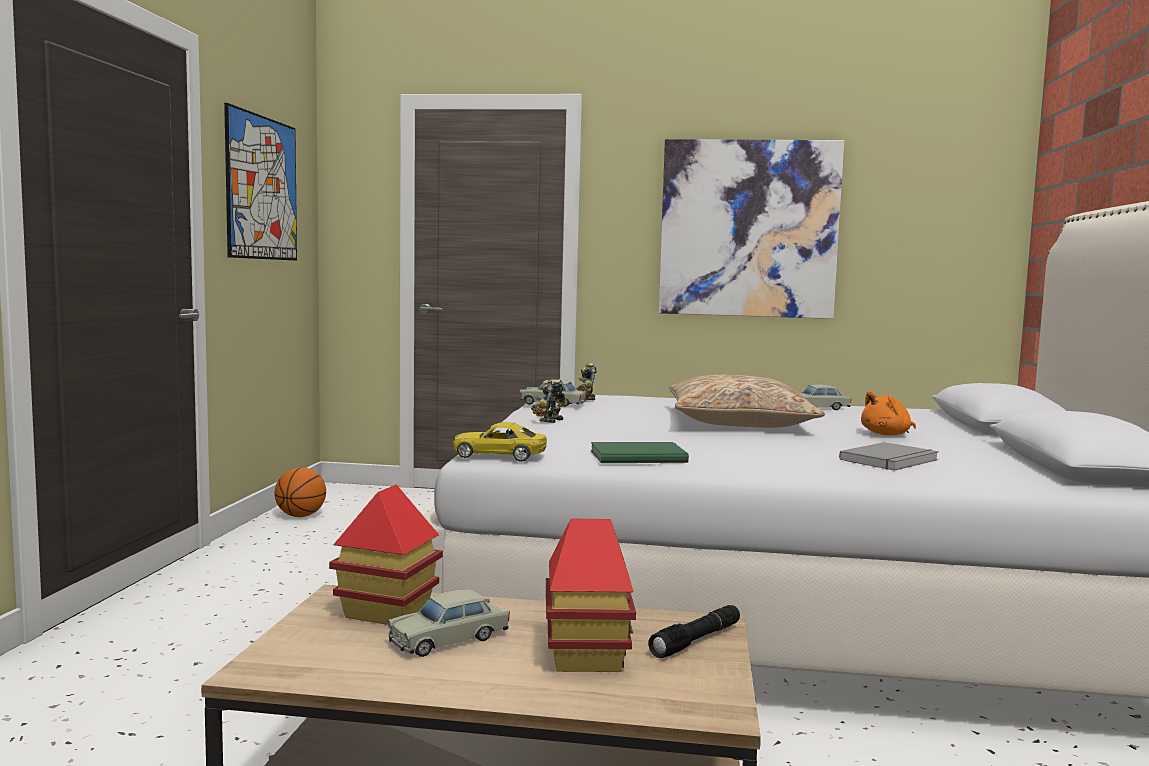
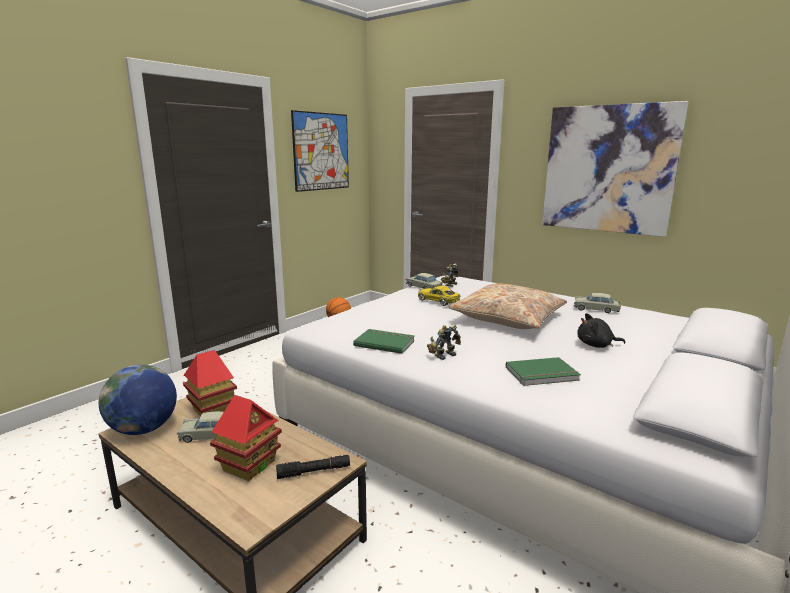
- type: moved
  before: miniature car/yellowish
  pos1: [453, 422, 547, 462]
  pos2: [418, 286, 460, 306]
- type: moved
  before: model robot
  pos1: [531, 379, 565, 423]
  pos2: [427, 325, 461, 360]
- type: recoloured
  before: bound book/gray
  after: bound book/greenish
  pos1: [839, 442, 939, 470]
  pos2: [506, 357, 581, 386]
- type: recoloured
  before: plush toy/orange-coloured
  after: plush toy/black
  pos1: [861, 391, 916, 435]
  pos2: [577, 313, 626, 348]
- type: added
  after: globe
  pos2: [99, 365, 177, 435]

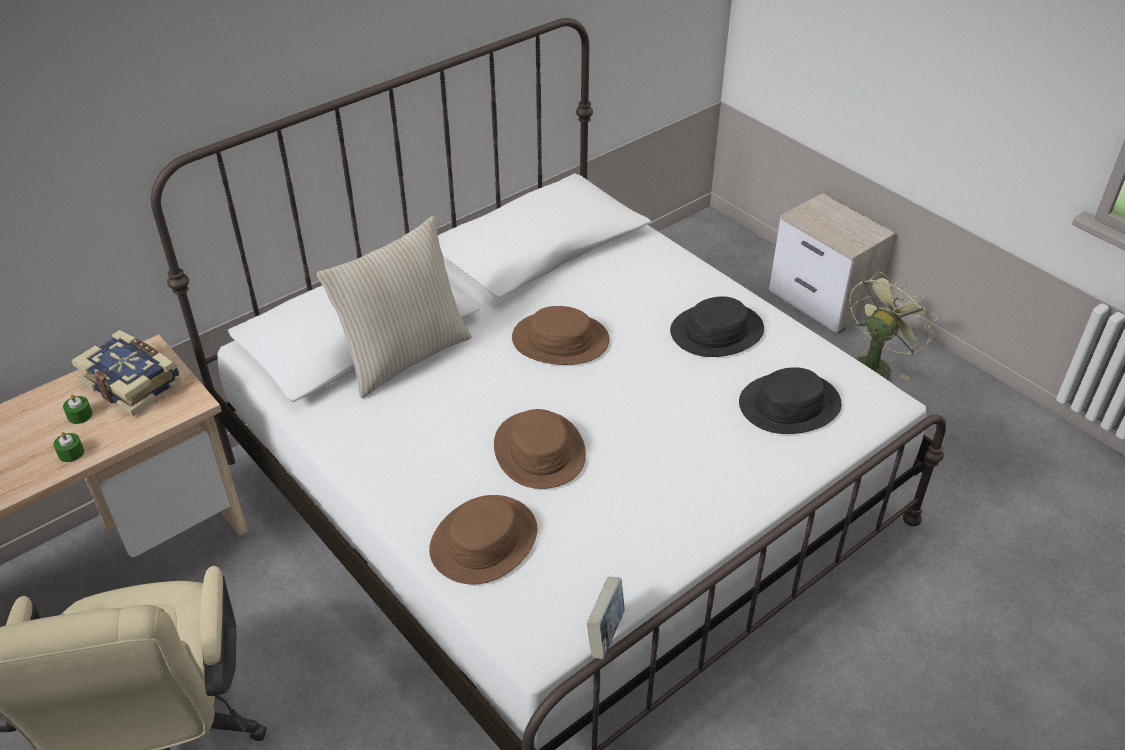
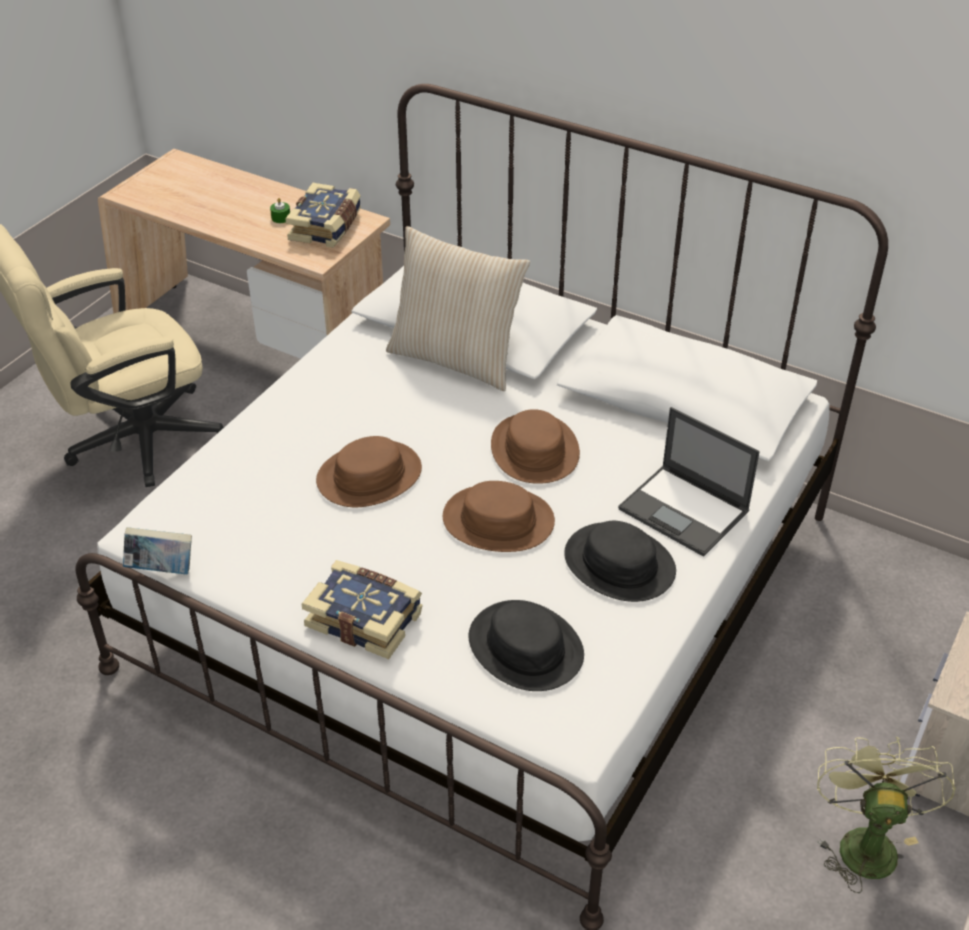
- type: removed
  before: wax light/greenish
  pos1: [53, 432, 84, 462]
- type: moved
  before: hat/brown
  pos1: [429, 495, 537, 584]
  pos2: [443, 481, 555, 552]
- type: turned
  before: fan/greenish
  pos1: [846, 271, 938, 381]
  pos2: [817, 736, 956, 893]
  turn: -105
- type: added
  after: bound book
  pos2: [302, 560, 423, 659]
- type: added
  after: portable computer
  pos2: [618, 407, 760, 557]

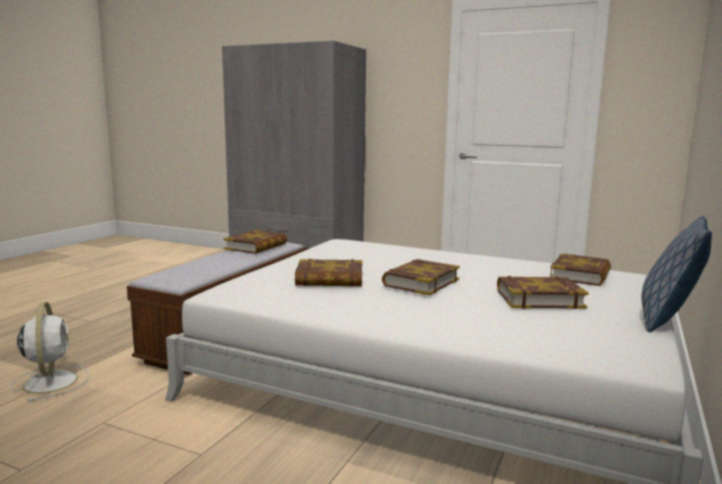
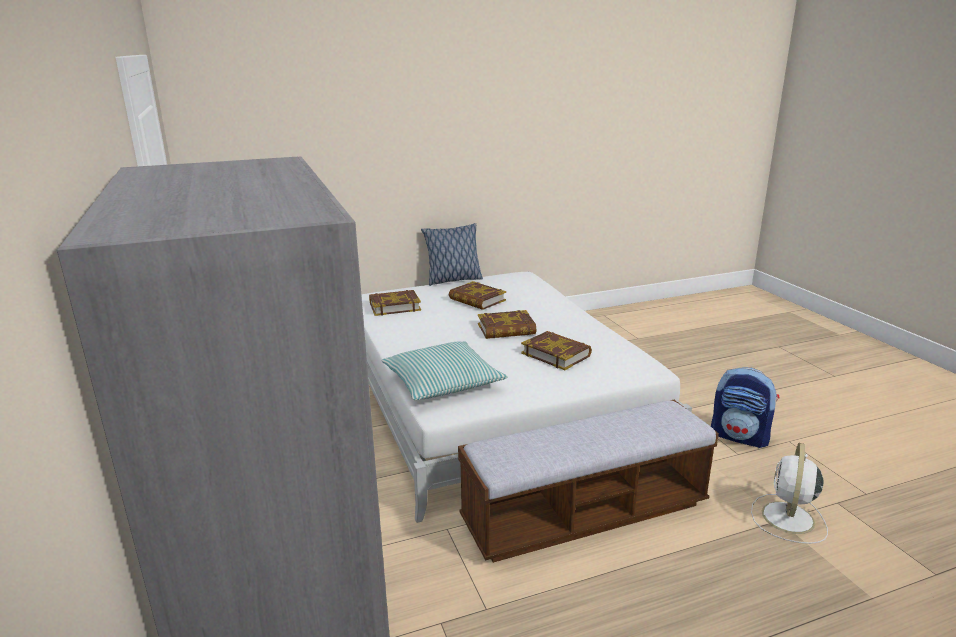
- type: removed
  before: bound book
  pos1: [224, 230, 287, 254]
- type: added
  after: pillow
  pos2: [381, 341, 508, 400]
- type: added
  after: knapsack
  pos2: [711, 368, 779, 448]

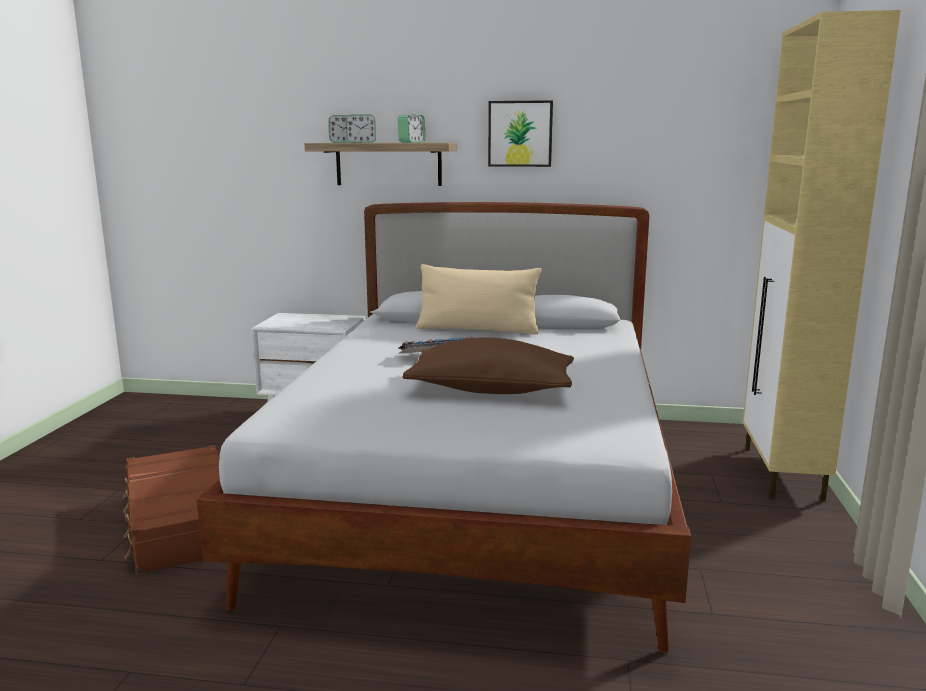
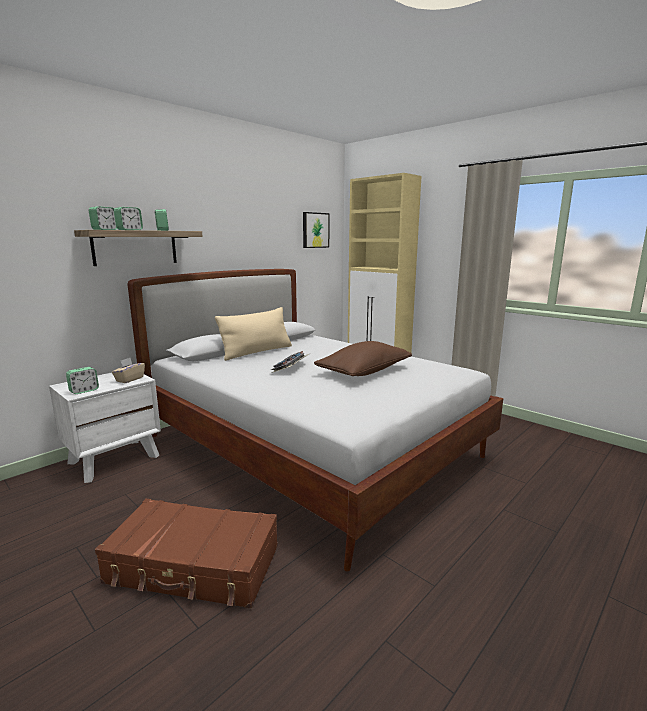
- type: moved
  before: wall art
  pos1: [488, 100, 553, 167]
  pos2: [303, 212, 329, 248]
- type: added
  after: bedside clock
  pos2: [66, 367, 99, 394]
- type: added
  after: tissue holder/beige-coloured
  pos2: [112, 358, 145, 383]

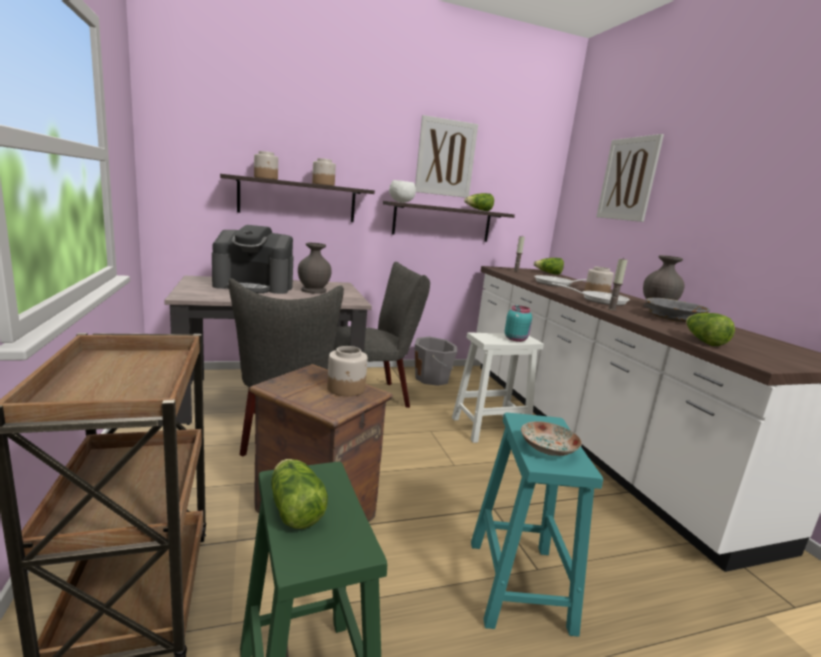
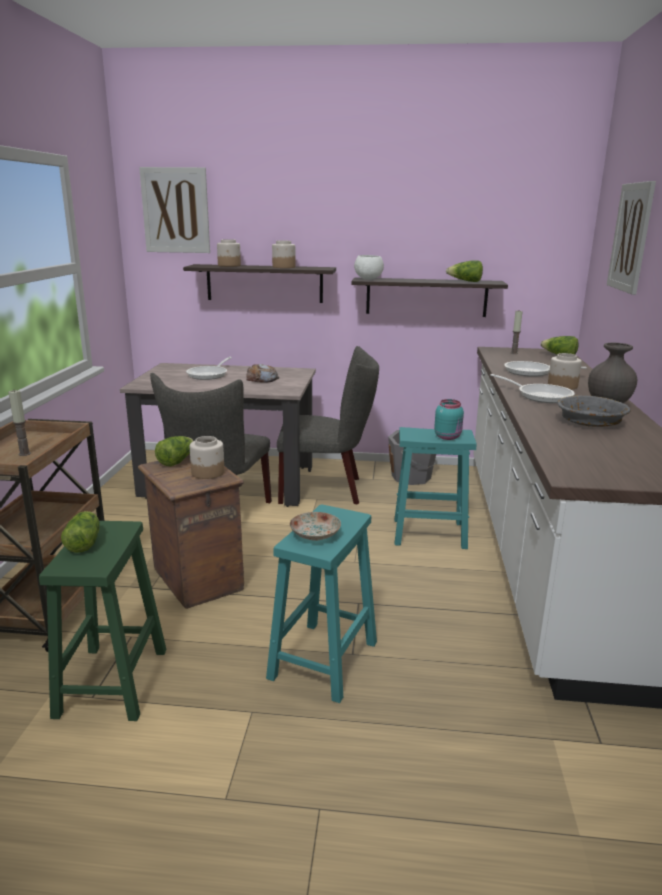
- type: replaced
  before: coffee machine
  after: skillet
  pos1: [212, 225, 293, 294]
  pos2: [186, 357, 232, 380]
- type: replaced
  before: vase/gray
  after: bread
  pos1: [298, 243, 332, 294]
  pos2: [246, 364, 279, 383]
- type: moved
  before: wall art
  pos1: [415, 115, 478, 198]
  pos2: [139, 167, 210, 253]
- type: recoloured
  before: sitting stool/white
  after: sitting stool/blue-green
  pos1: [452, 332, 544, 443]
  pos2: [394, 427, 477, 549]
- type: moved
  before: wax light
  pos1: [607, 258, 628, 311]
  pos2: [8, 389, 31, 456]
- type: moved
  before: lettuce
  pos1: [686, 313, 735, 346]
  pos2: [155, 436, 193, 466]

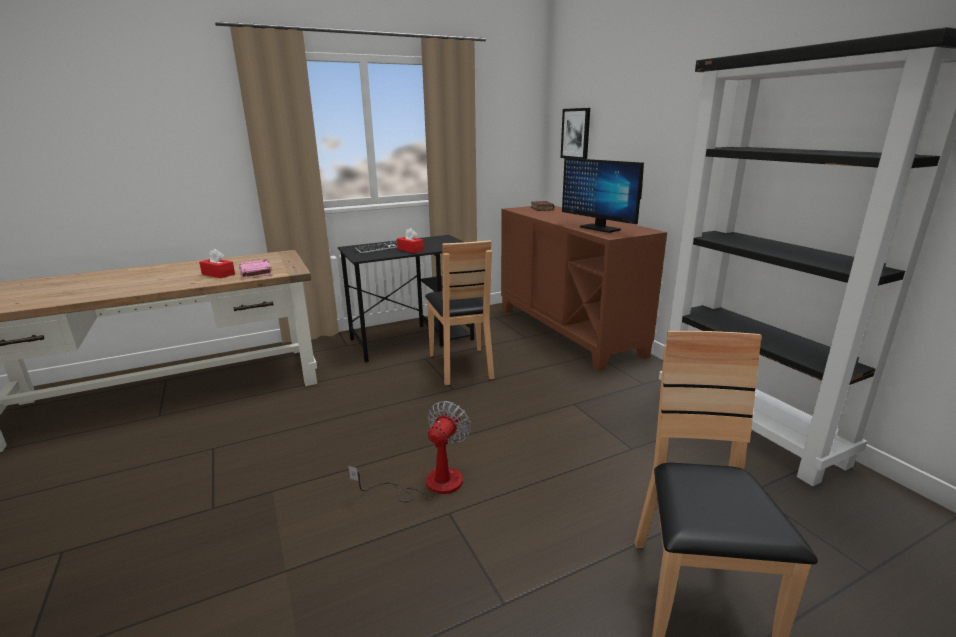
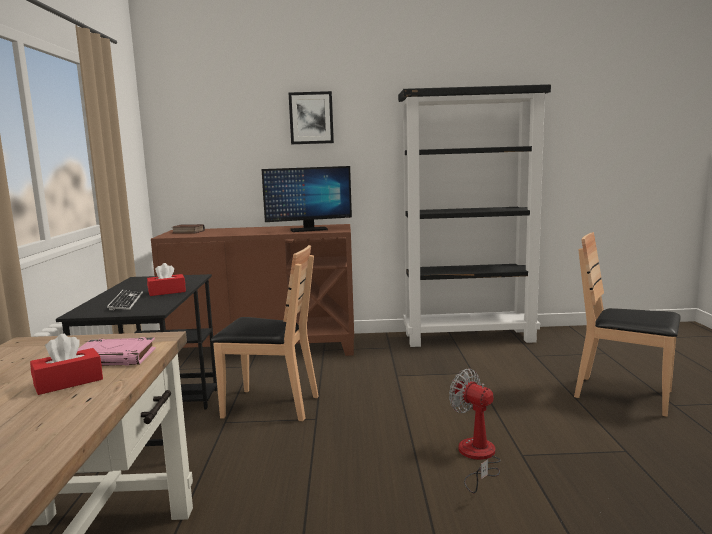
- type: moved
  before: wall art
  pos1: [561, 108, 590, 159]
  pos2: [289, 91, 334, 144]

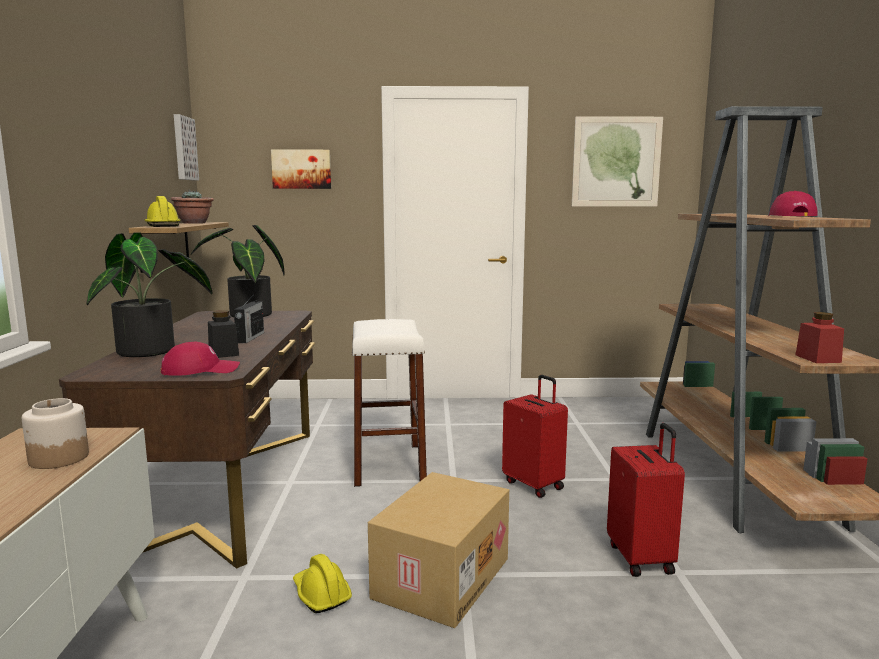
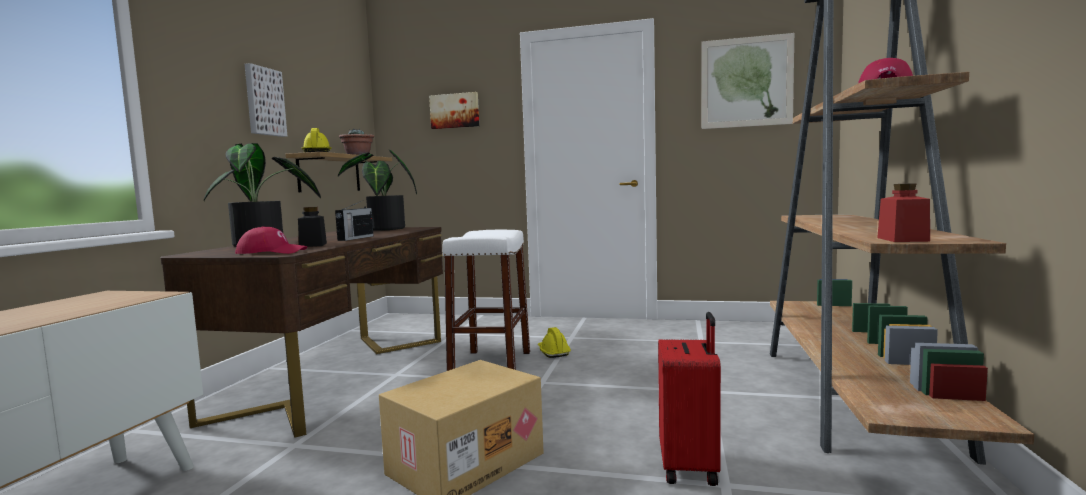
- type: removed
  before: preserve jar
  pos1: [22, 398, 89, 469]
- type: moved
  before: wall art
  pos1: [174, 114, 199, 181]
  pos2: [245, 63, 287, 137]
- type: moved
  before: work helmet/yellowish
  pos1: [293, 554, 352, 613]
  pos2: [538, 327, 571, 358]
- type: removed
  before: piece of luggage/red
  pos1: [502, 375, 568, 498]

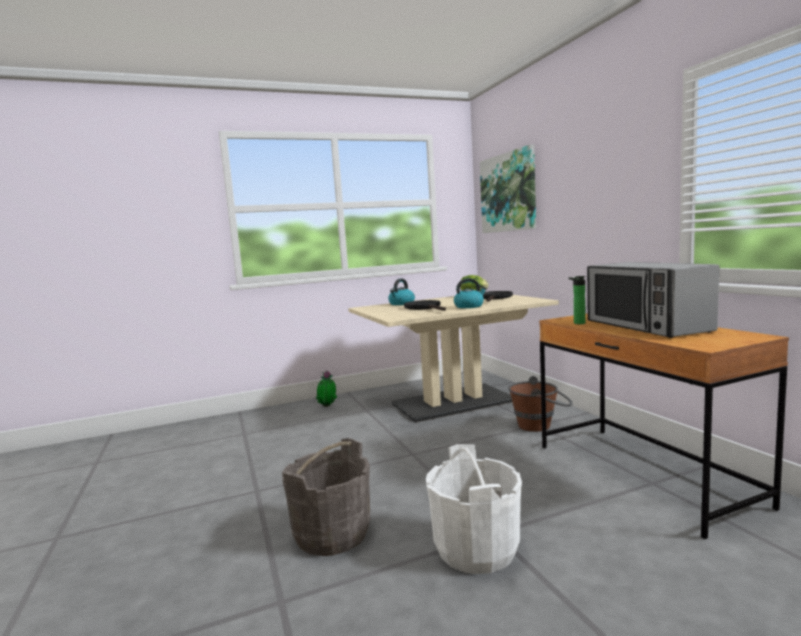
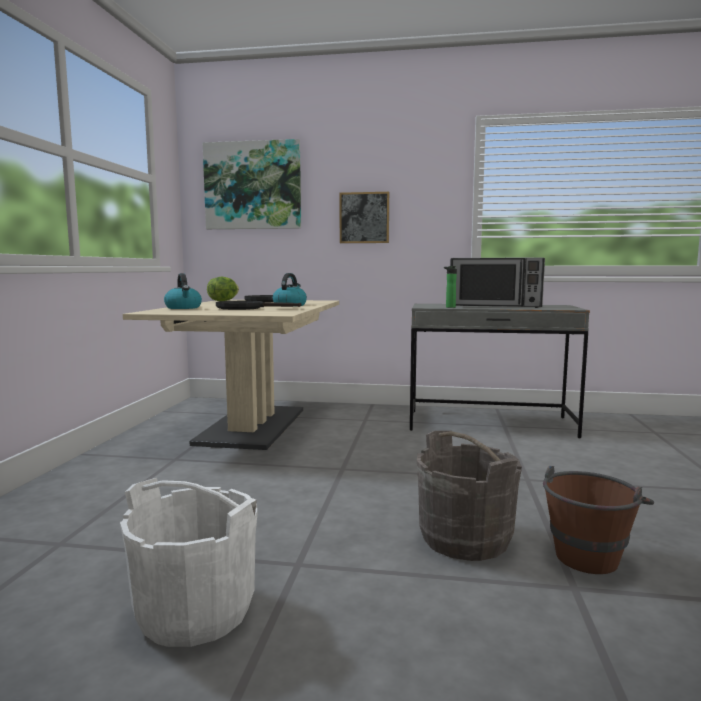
- type: removed
  before: houseplant
  pos1: [316, 371, 337, 407]
- type: moved
  before: bucket/white
  pos1: [426, 444, 522, 574]
  pos2: [120, 478, 258, 647]
- type: moved
  before: bucket/brown
  pos1: [508, 376, 573, 432]
  pos2: [543, 466, 654, 574]
- type: recoloured
  before: desk/brown
  after: desk/gray
  pos1: [539, 314, 789, 539]
  pos2: [410, 304, 590, 438]
- type: added
  after: wall art
  pos2: [340, 192, 389, 243]

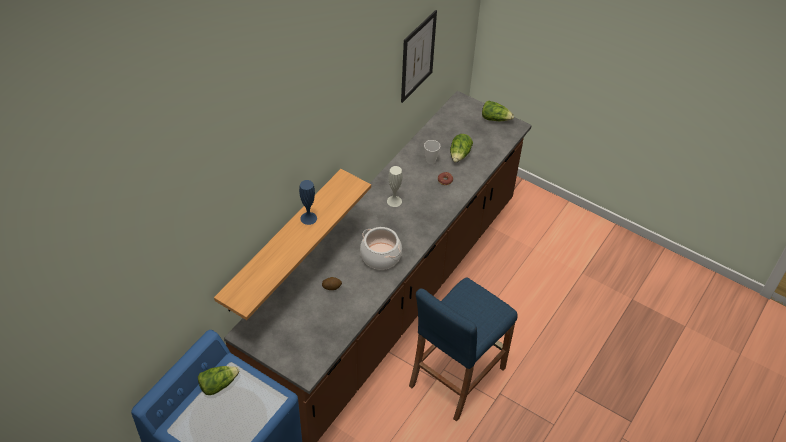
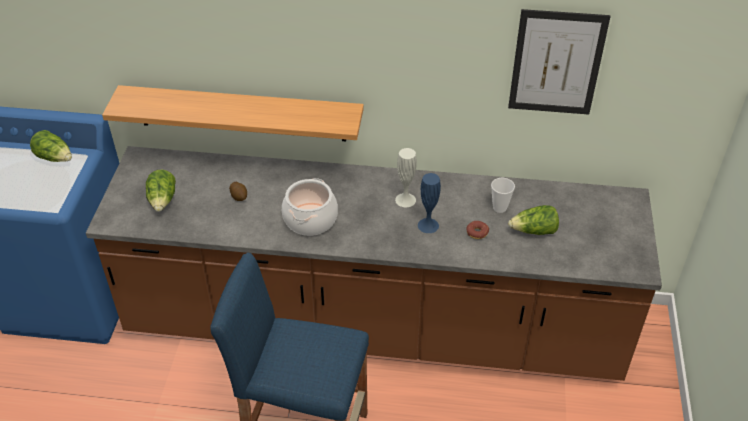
- type: moved
  before: vase/bluish
  pos1: [299, 180, 317, 225]
  pos2: [418, 173, 441, 233]
- type: moved
  before: lettuce
  pos1: [482, 100, 514, 121]
  pos2: [146, 170, 176, 212]

